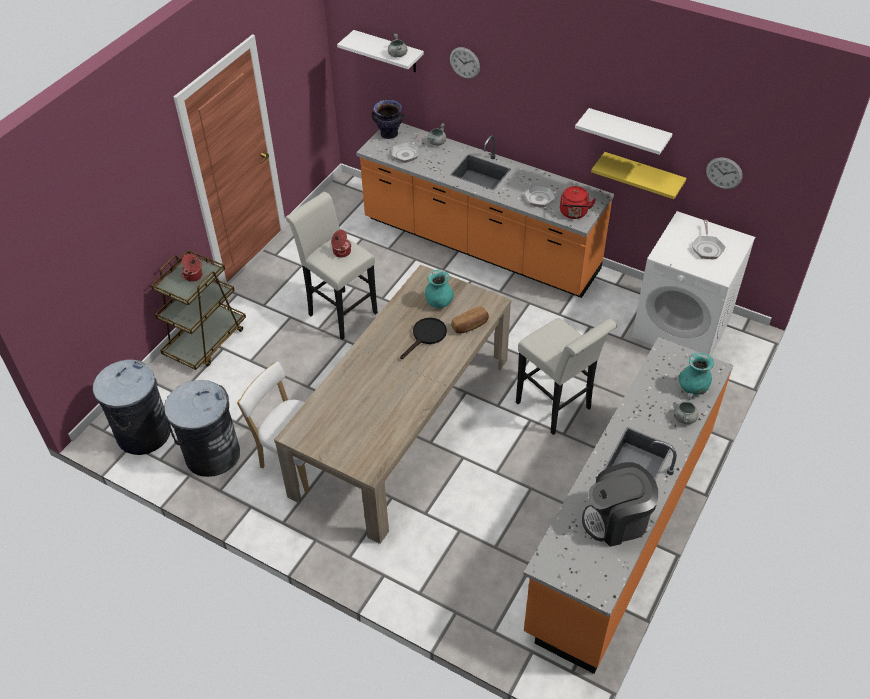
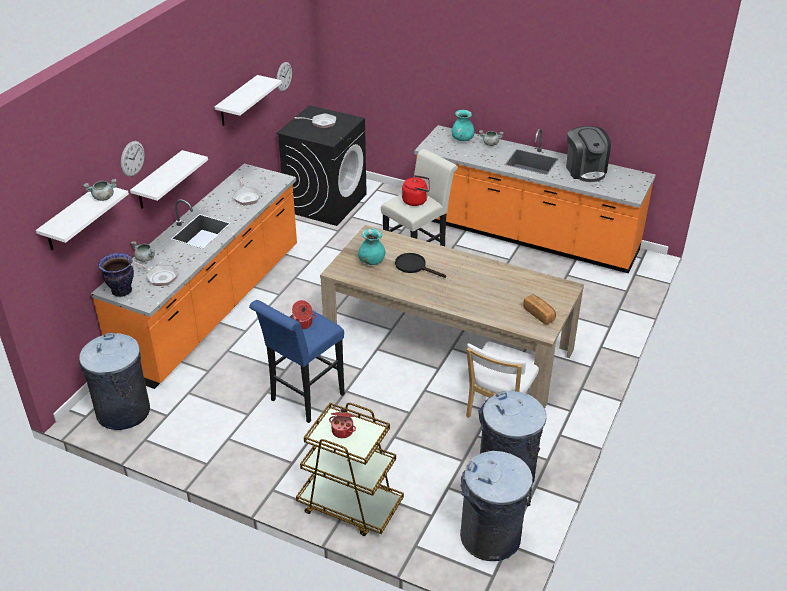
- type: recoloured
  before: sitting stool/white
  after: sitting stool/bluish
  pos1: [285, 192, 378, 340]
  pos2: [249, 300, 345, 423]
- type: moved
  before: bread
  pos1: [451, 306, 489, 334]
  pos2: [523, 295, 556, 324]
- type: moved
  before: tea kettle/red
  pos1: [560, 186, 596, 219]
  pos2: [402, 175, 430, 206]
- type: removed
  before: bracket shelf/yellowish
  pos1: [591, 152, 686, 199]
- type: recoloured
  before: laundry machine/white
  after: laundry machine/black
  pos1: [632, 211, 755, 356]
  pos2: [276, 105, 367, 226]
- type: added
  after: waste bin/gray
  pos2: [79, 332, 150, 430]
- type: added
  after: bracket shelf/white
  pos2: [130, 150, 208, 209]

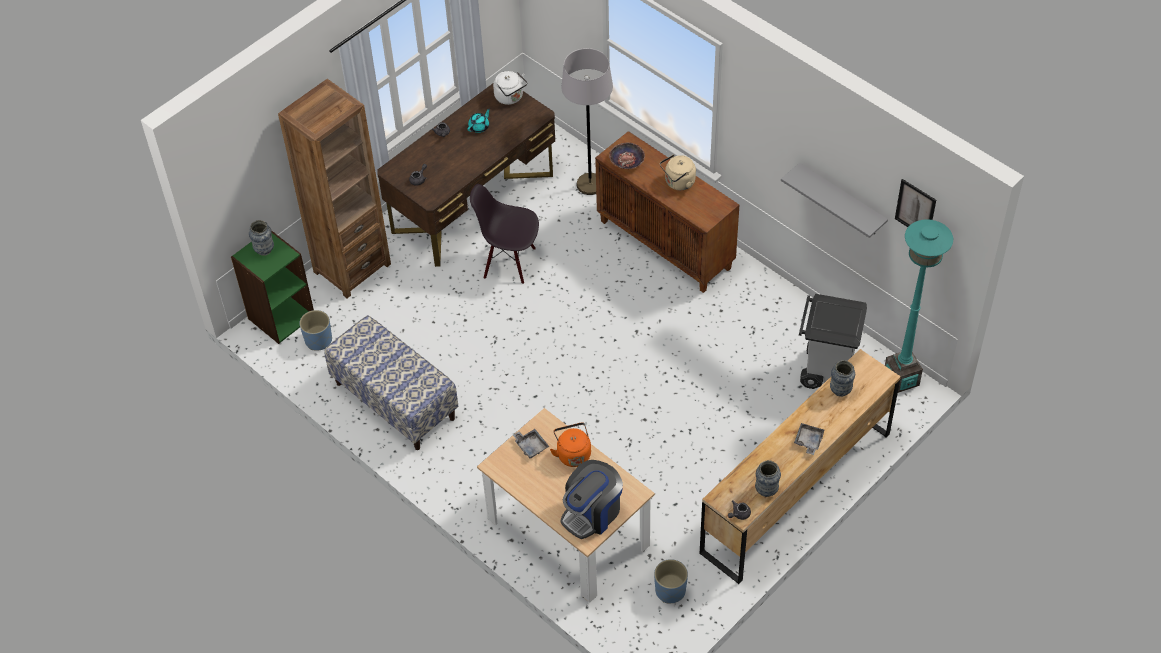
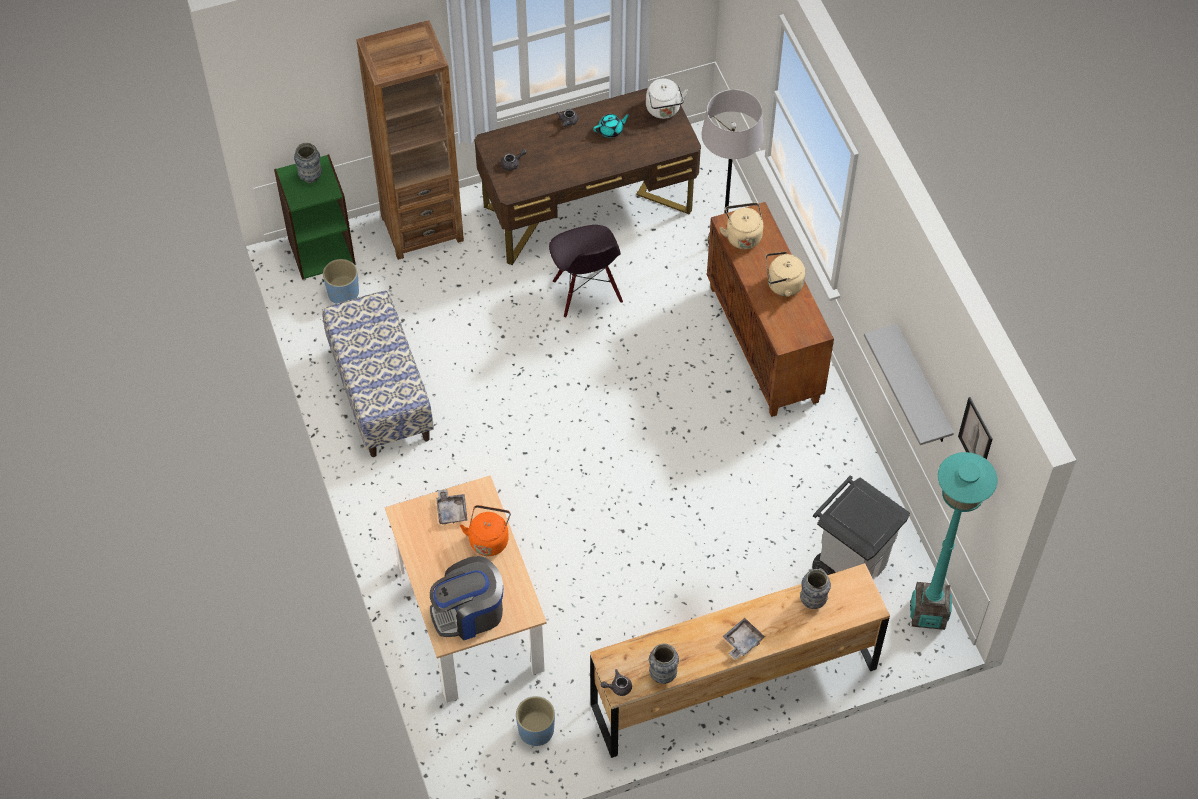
- type: turned
  before: chair/black
  pos1: [470, 184, 539, 284]
  pos2: [549, 225, 623, 318]
  turn: -150
- type: replaced
  before: deep dish
  after: tea kettle/beige-coloured
  pos1: [609, 142, 645, 169]
  pos2: [719, 203, 763, 249]

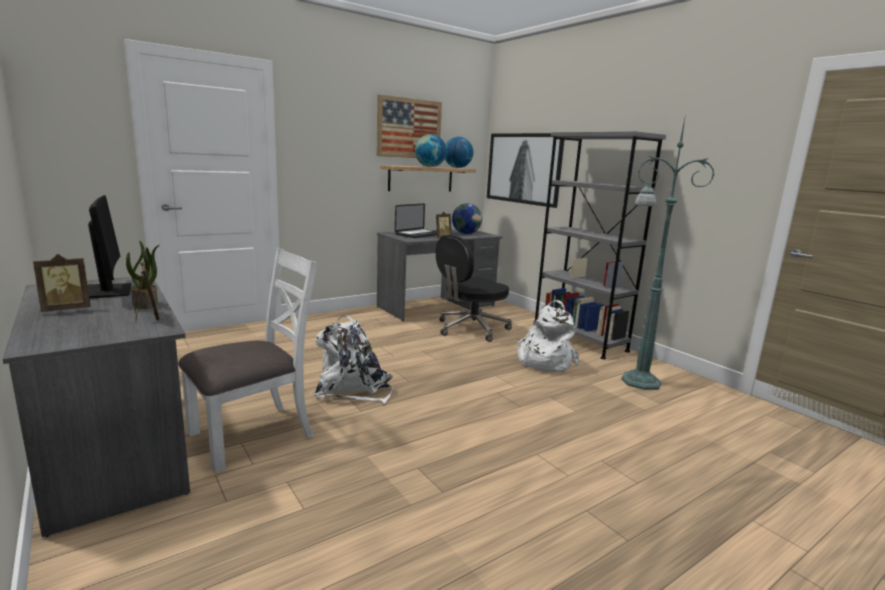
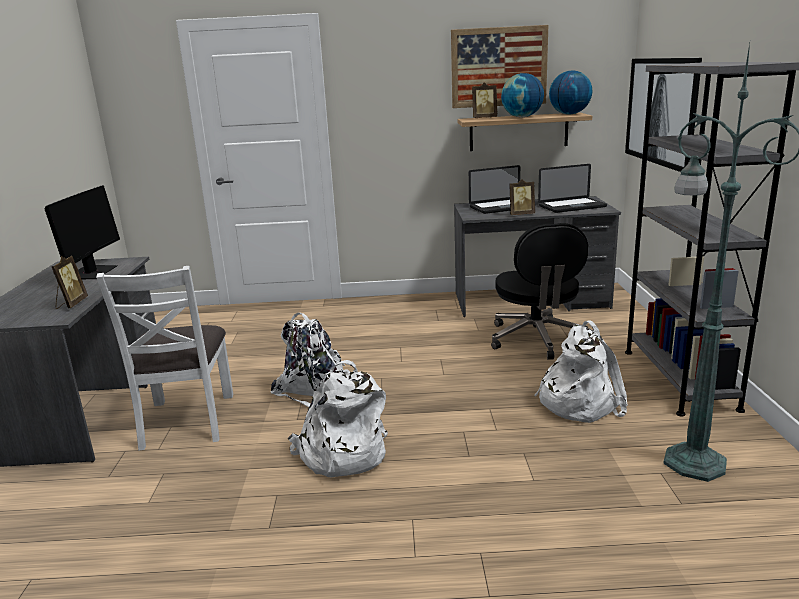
- type: moved
  before: standing frame
  pos1: [33, 254, 90, 312]
  pos2: [472, 82, 497, 118]
- type: removed
  before: houseplant
  pos1: [126, 241, 159, 309]
- type: turned
  before: chair/white
  pos1: [178, 248, 318, 473]
  pos2: [96, 266, 233, 451]
  turn: 90
- type: turned
  before: office chair/black
  pos1: [436, 235, 512, 342]
  pos2: [491, 223, 588, 359]
  turn: -90
- type: replaced
  before: globe
  after: portable computer
  pos1: [452, 203, 482, 234]
  pos2: [538, 164, 607, 213]
- type: added
  after: knapsack/white
  pos2: [288, 360, 388, 478]

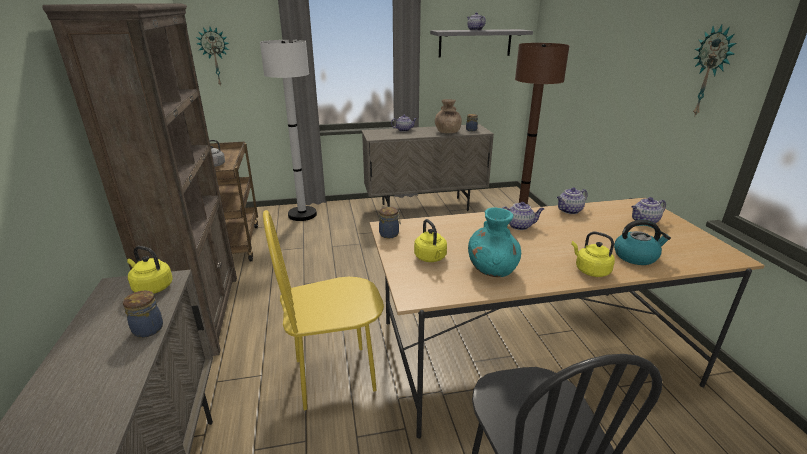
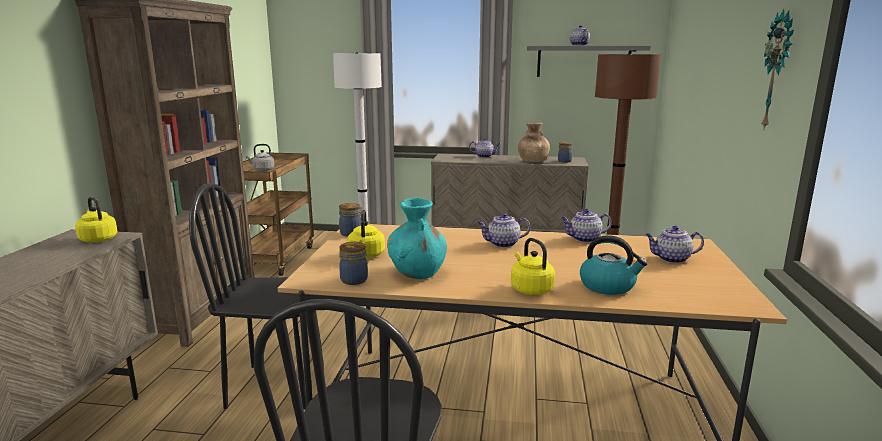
- type: moved
  before: preserve jar
  pos1: [123, 291, 163, 338]
  pos2: [339, 242, 368, 285]
- type: removed
  before: wall clock
  pos1: [196, 27, 229, 87]
- type: recoloured
  before: chair/yellowish
  after: chair/black
  pos1: [263, 210, 384, 410]
  pos2: [189, 183, 324, 409]
- type: turned
  before: teapot
  pos1: [502, 202, 544, 230]
  pos2: [477, 213, 530, 248]
  turn: 150

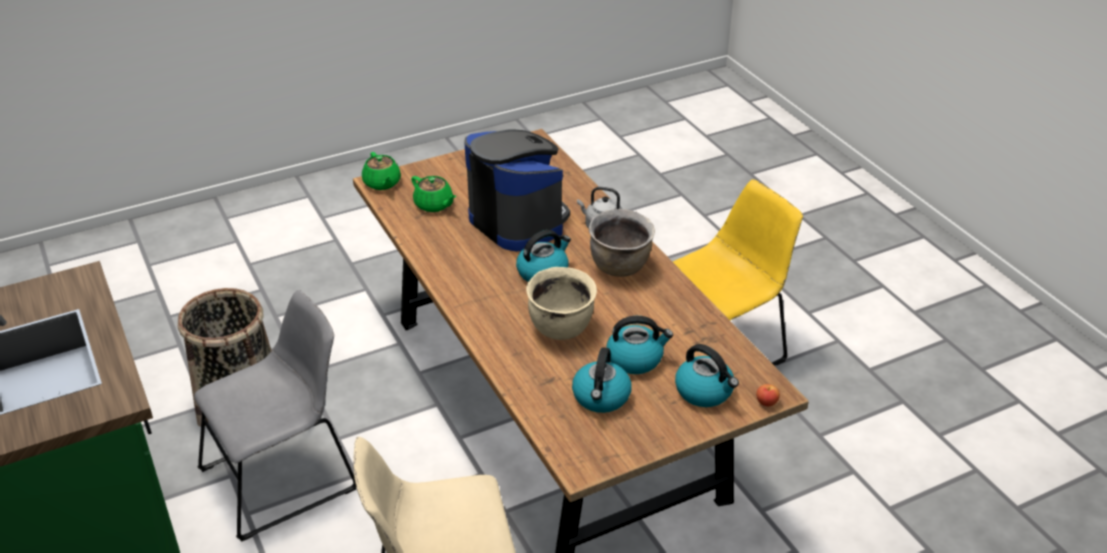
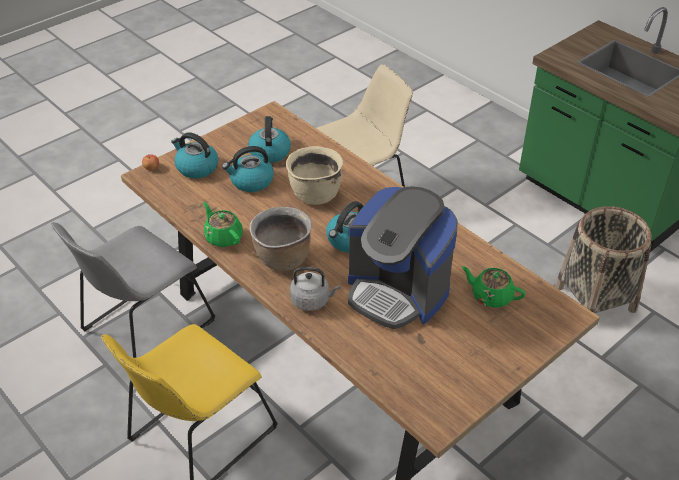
- type: moved
  before: chair/gray
  pos1: [194, 290, 356, 542]
  pos2: [51, 222, 215, 358]
- type: moved
  before: teapot/greenish
  pos1: [362, 152, 401, 190]
  pos2: [203, 202, 243, 247]

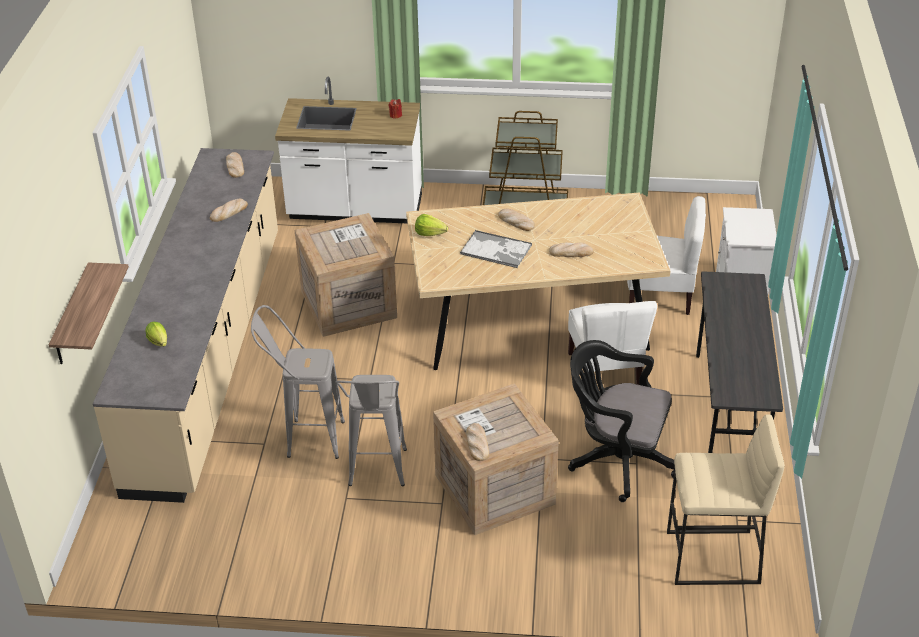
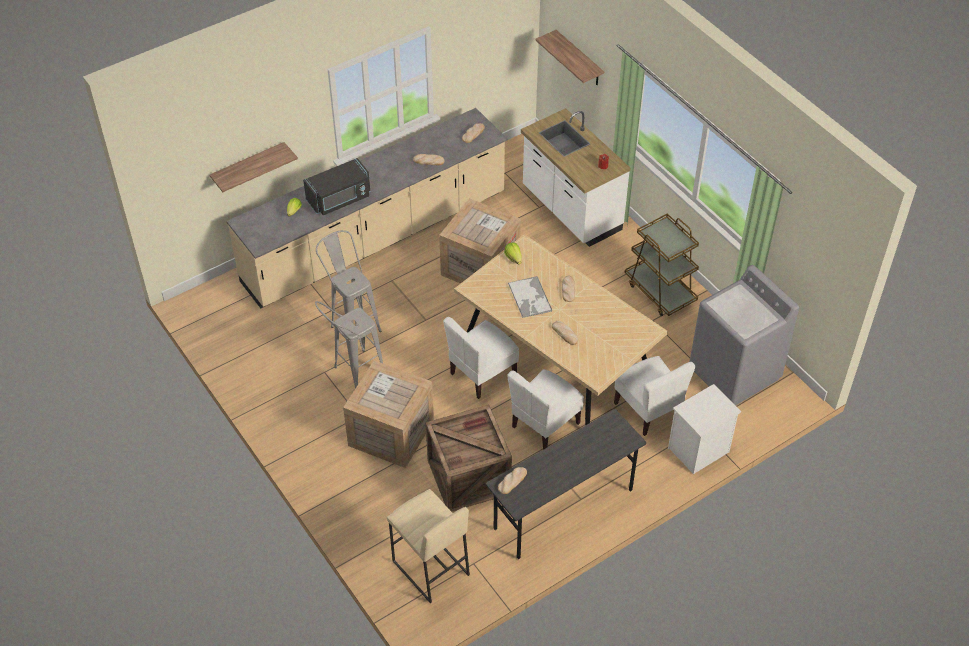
- type: moved
  before: bread
  pos1: [466, 423, 489, 461]
  pos2: [498, 467, 527, 494]
- type: replaced
  before: office chair/black
  after: shipping crate
  pos1: [568, 340, 675, 502]
  pos2: [426, 405, 512, 512]
- type: added
  after: microwave/black
  pos2: [303, 158, 370, 215]
- type: added
  after: chair/white
  pos2: [443, 317, 519, 399]
- type: added
  after: bracket shelf
  pos2: [535, 30, 604, 85]
- type: added
  after: laundry machine/gray
  pos2: [689, 265, 799, 405]

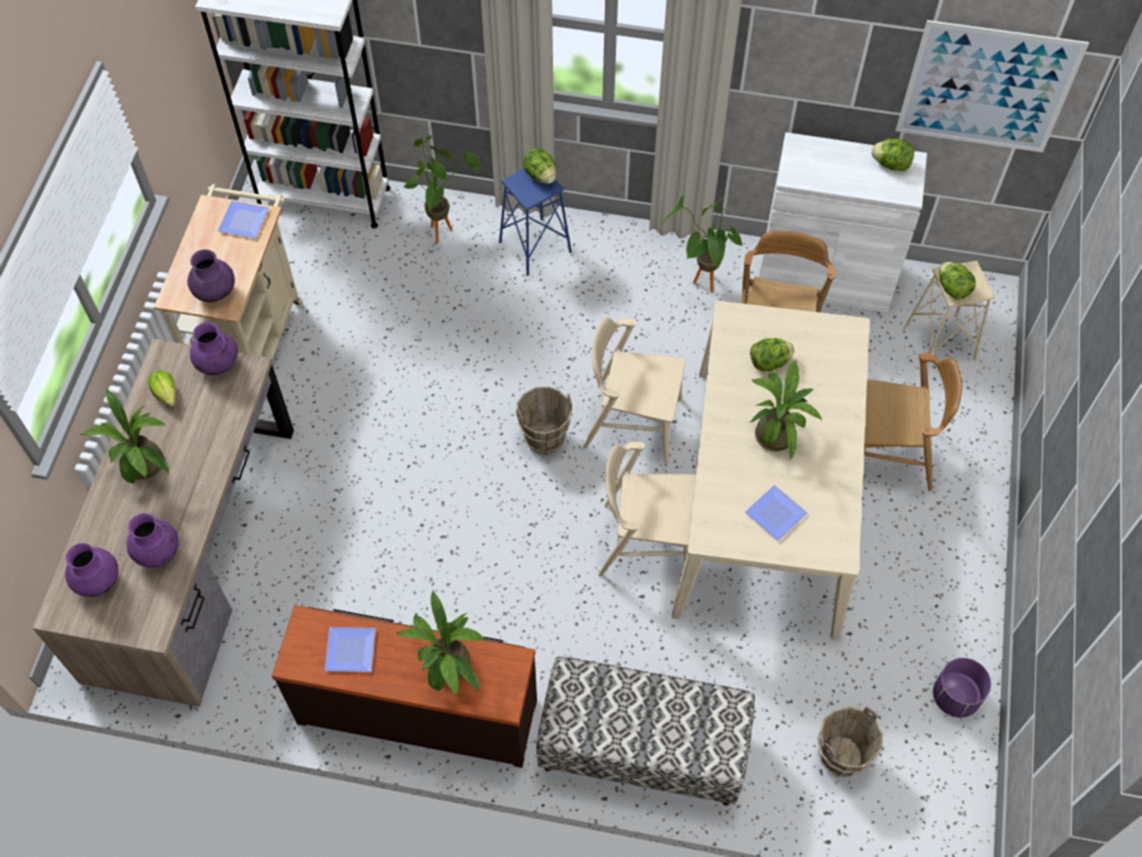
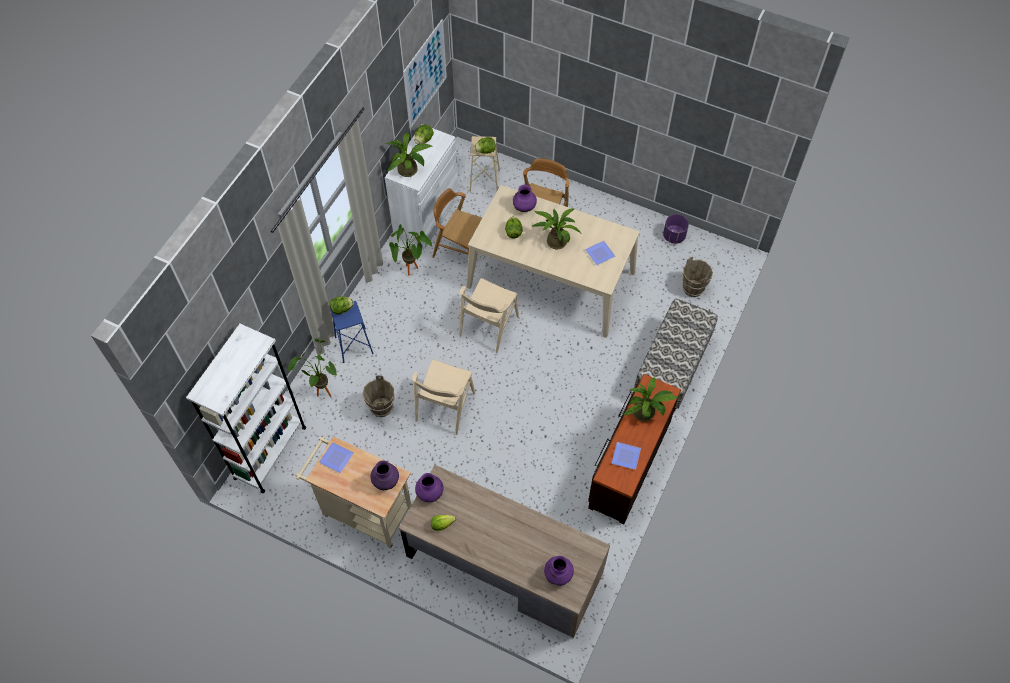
- type: moved
  before: houseplant
  pos1: [81, 390, 169, 484]
  pos2: [386, 133, 432, 177]
- type: moved
  before: vase/purple-coloured
  pos1: [127, 513, 179, 567]
  pos2: [513, 185, 537, 212]
- type: moved
  before: bucket/brown
  pos1: [516, 386, 572, 455]
  pos2: [362, 375, 395, 417]
- type: moved
  before: chair/beige-coloured
  pos1: [598, 442, 696, 577]
  pos2: [412, 359, 475, 435]

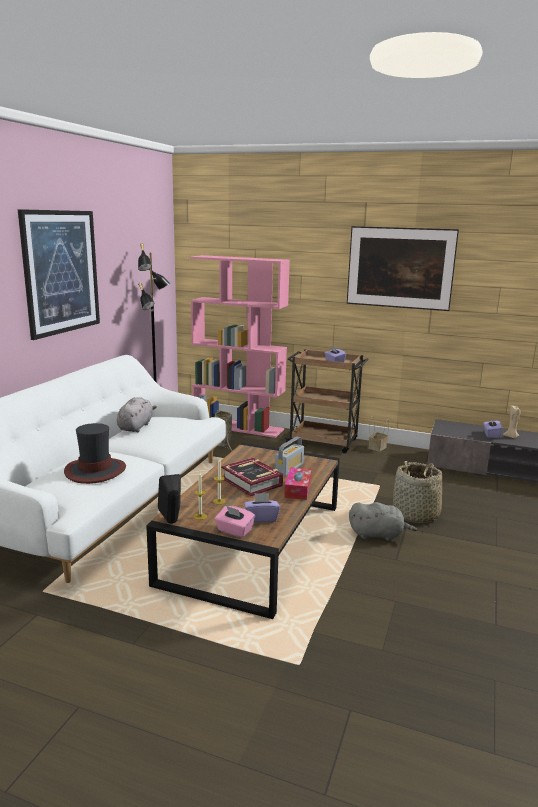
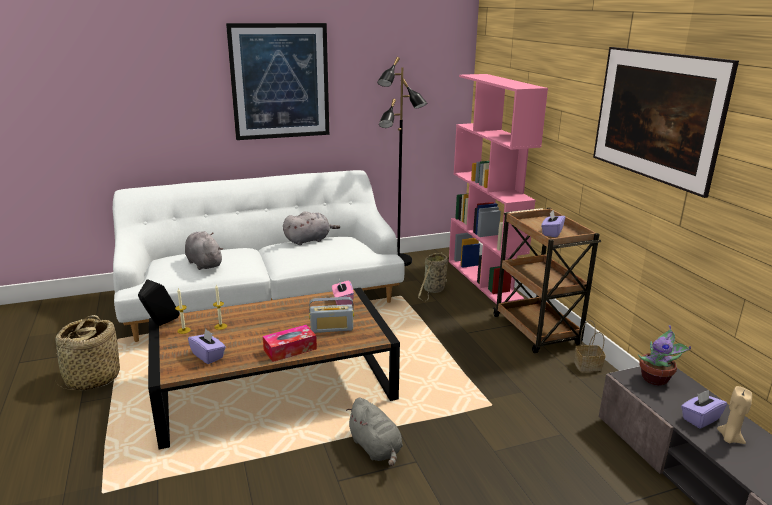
- type: replaced
  before: hat
  after: plush toy/gray
  pos1: [64, 423, 126, 484]
  pos2: [185, 231, 223, 270]
- type: moved
  before: tissue holder/pink-coloured
  pos1: [215, 506, 255, 538]
  pos2: [332, 279, 354, 305]
- type: removed
  before: bound book
  pos1: [221, 458, 283, 496]
- type: moved
  before: household basket
  pos1: [393, 461, 443, 523]
  pos2: [53, 315, 120, 390]
- type: added
  after: houseplant
  pos2: [638, 325, 691, 386]

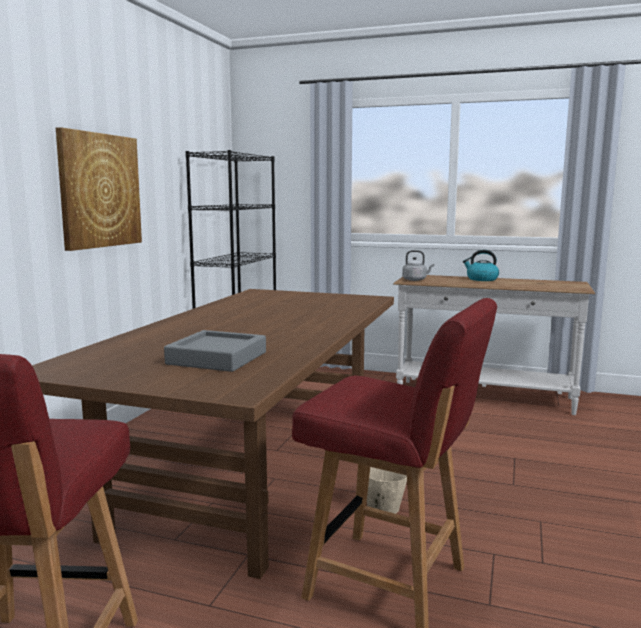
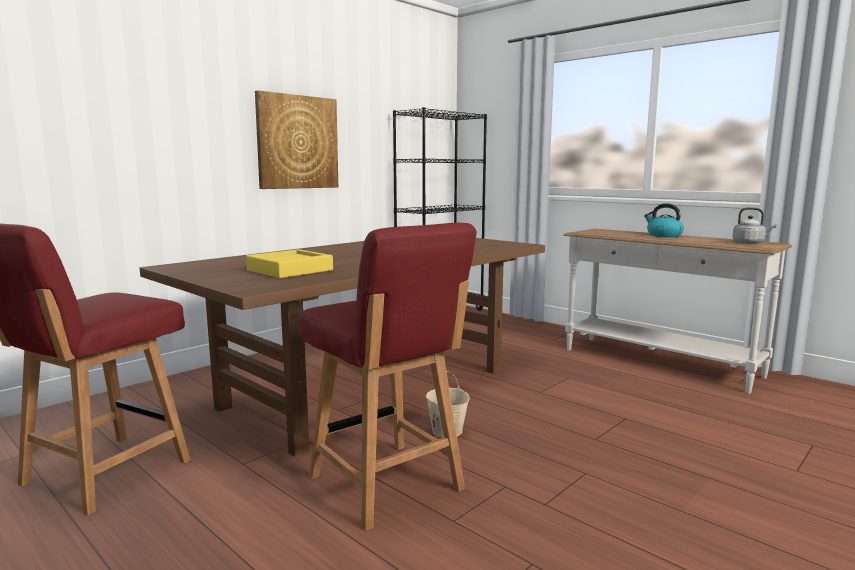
- type: recoloured
  before: carrying tray/gray
  after: carrying tray/yellowish
  pos1: [164, 330, 266, 372]
  pos2: [246, 249, 333, 278]
- type: moved
  before: tea kettle/gray
  pos1: [402, 250, 434, 281]
  pos2: [732, 207, 777, 244]

